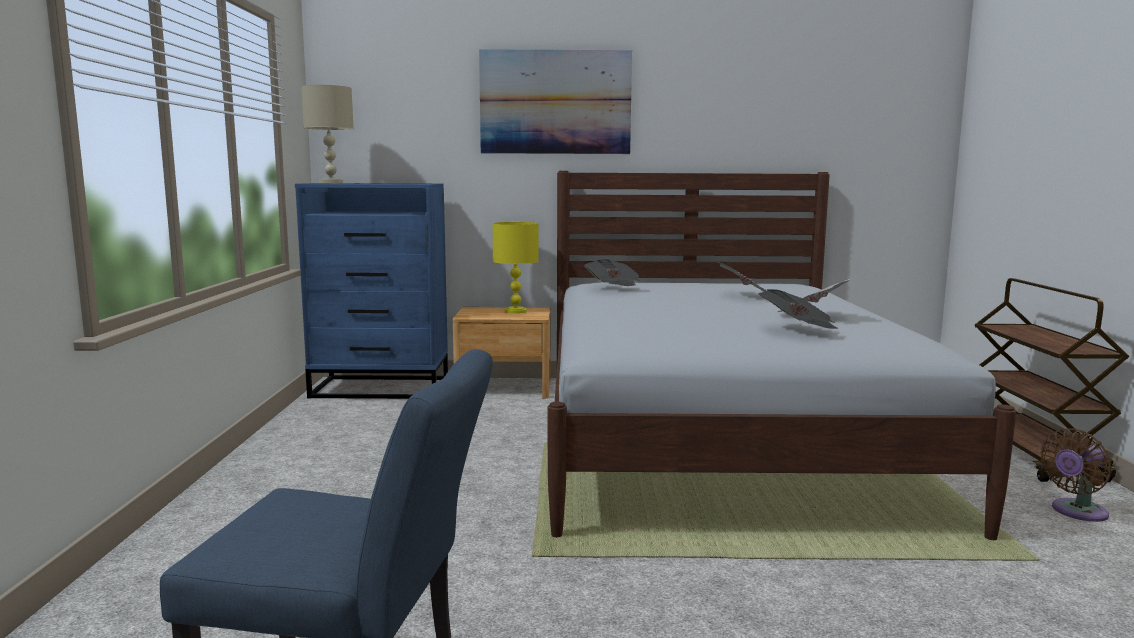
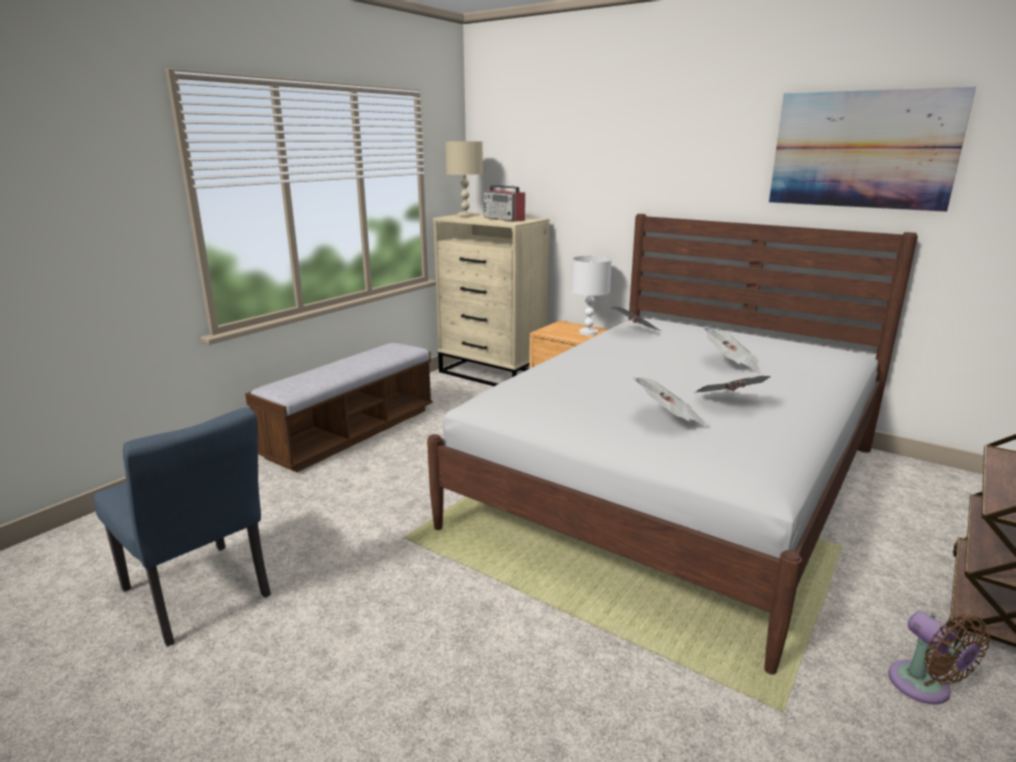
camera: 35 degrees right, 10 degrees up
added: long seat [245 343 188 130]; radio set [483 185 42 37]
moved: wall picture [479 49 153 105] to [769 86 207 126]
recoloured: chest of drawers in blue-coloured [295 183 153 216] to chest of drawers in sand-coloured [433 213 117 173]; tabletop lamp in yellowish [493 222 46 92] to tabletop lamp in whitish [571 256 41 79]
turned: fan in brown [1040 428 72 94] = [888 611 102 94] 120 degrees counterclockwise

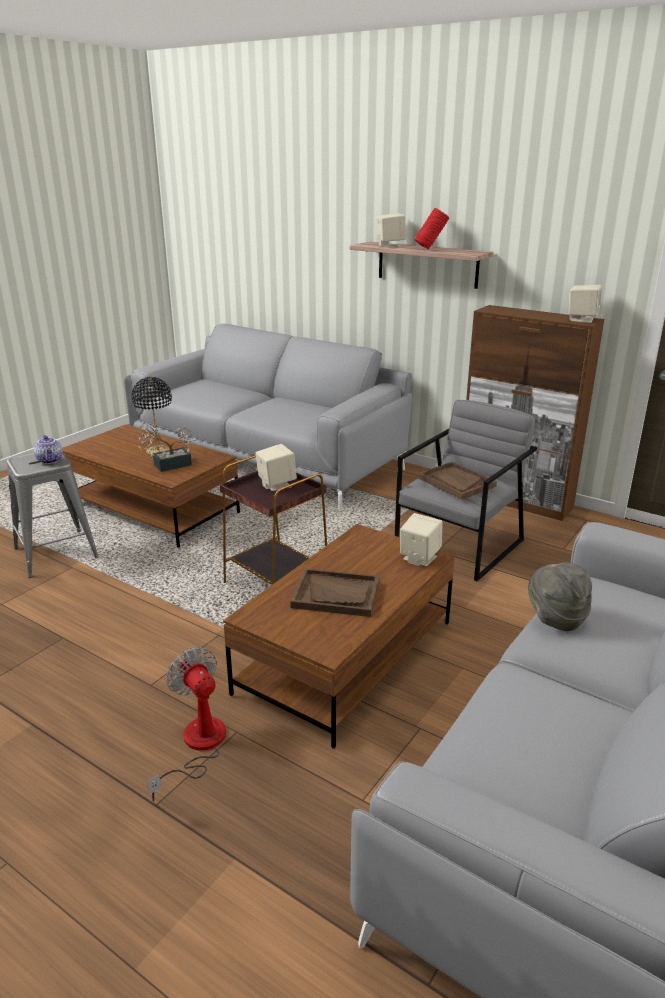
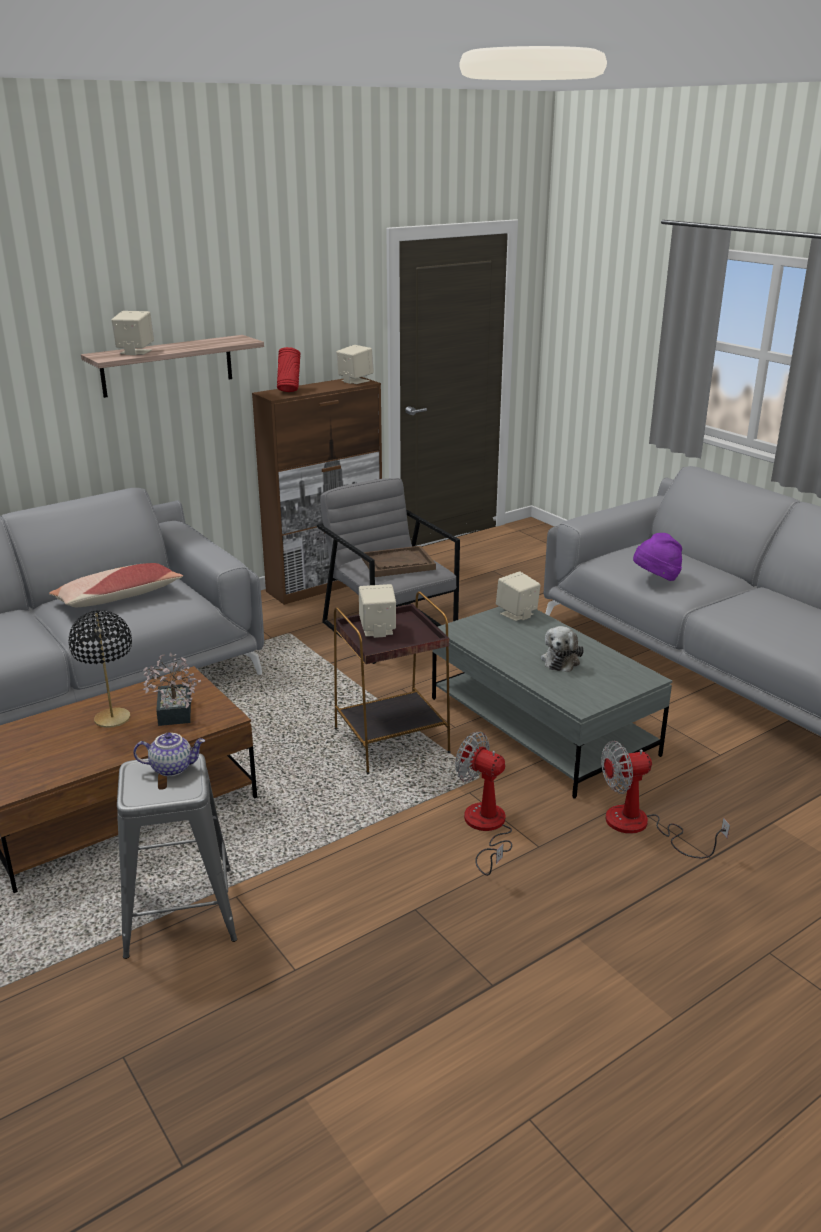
camera: 70 degrees left, 0 degrees up
added: pillow [49 563 134 44]; fan [455 731 57 145]
moved: decorative vase in red-coloured [415 208 34 41] to [277 347 23 45]
replaced: serving tray in brown [290 568 90 49] to soft toy [541 626 43 46]
recoloured: low table in brown [223 524 232 225] to low table in gray [432 607 240 192]; hat in gray [528 562 64 69] to hat in purplish [633 533 49 48]

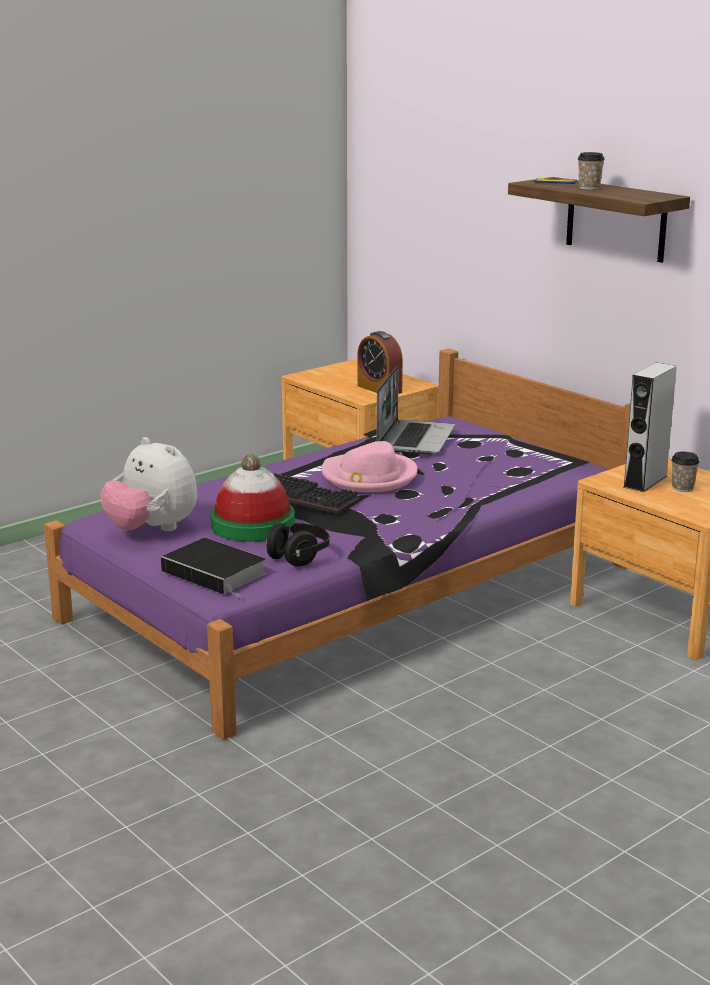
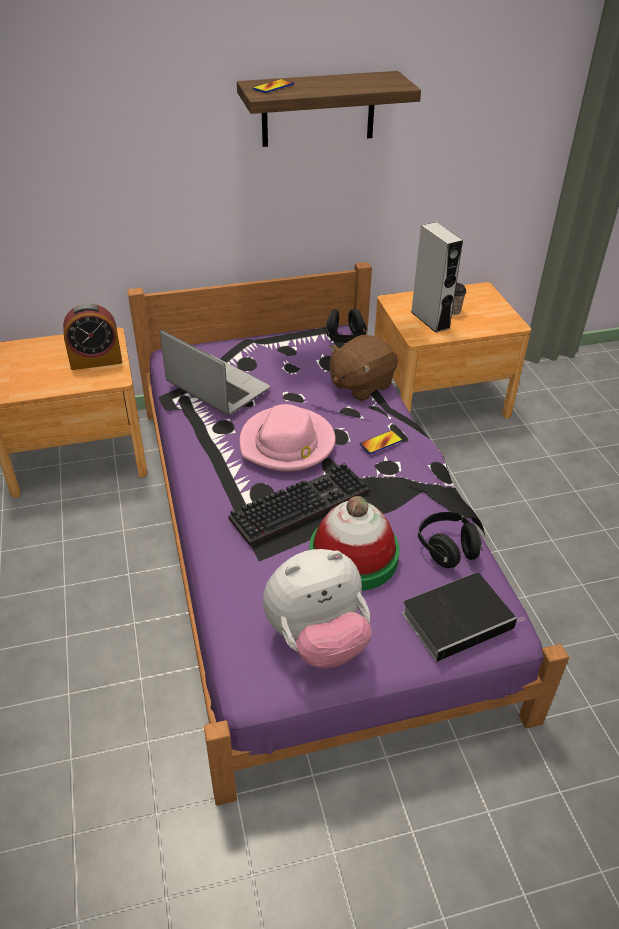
camera: 65 degrees left, 20 degrees up
removed: small cup [578 152 27 38]
added: headset in black-coloured [326 309 41 34]; soft toy in brown [329 335 69 66]; phone [360 430 42 24]

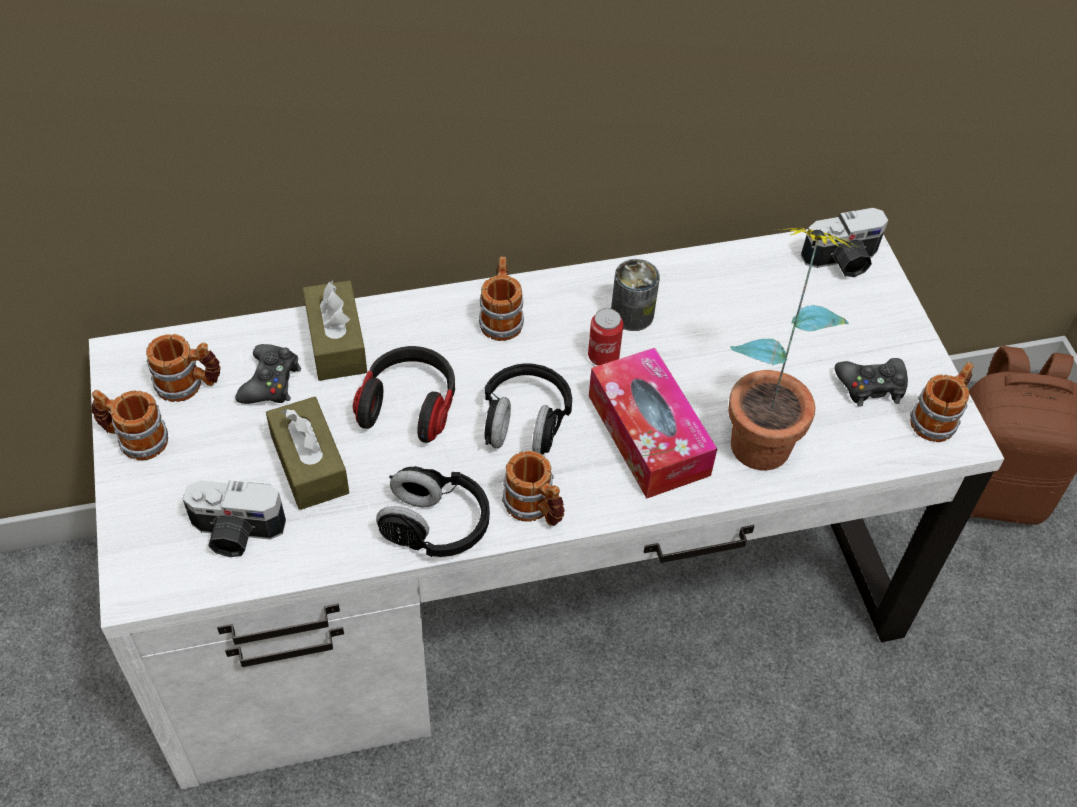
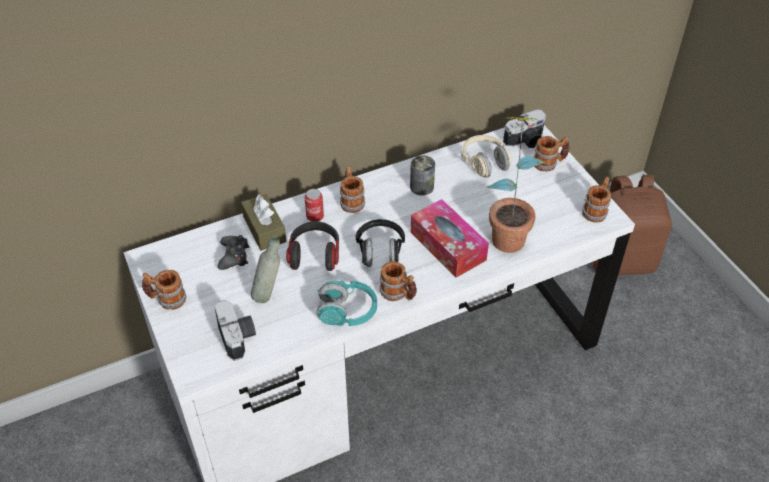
camera: 10 degrees left, 5 degrees down
removed: gamepad in black-coloured [835 358 73 48]
added: headset in sand-coloured [461 135 51 43]
moved: sealed can [588 308 35 58] to [305 189 19 33]; coffee mug [146 334 75 68] to [534 136 35 36]
replaced: tissue holder in brown [266 397 83 113] to bottle in gray [251 236 29 67]
recoloured: headset in black-coloured [376 466 114 91] to headset in blue-green [316 281 61 45]
turned: still camera [183 480 103 77] = [215 300 41 61] 105 degrees counterclockwise

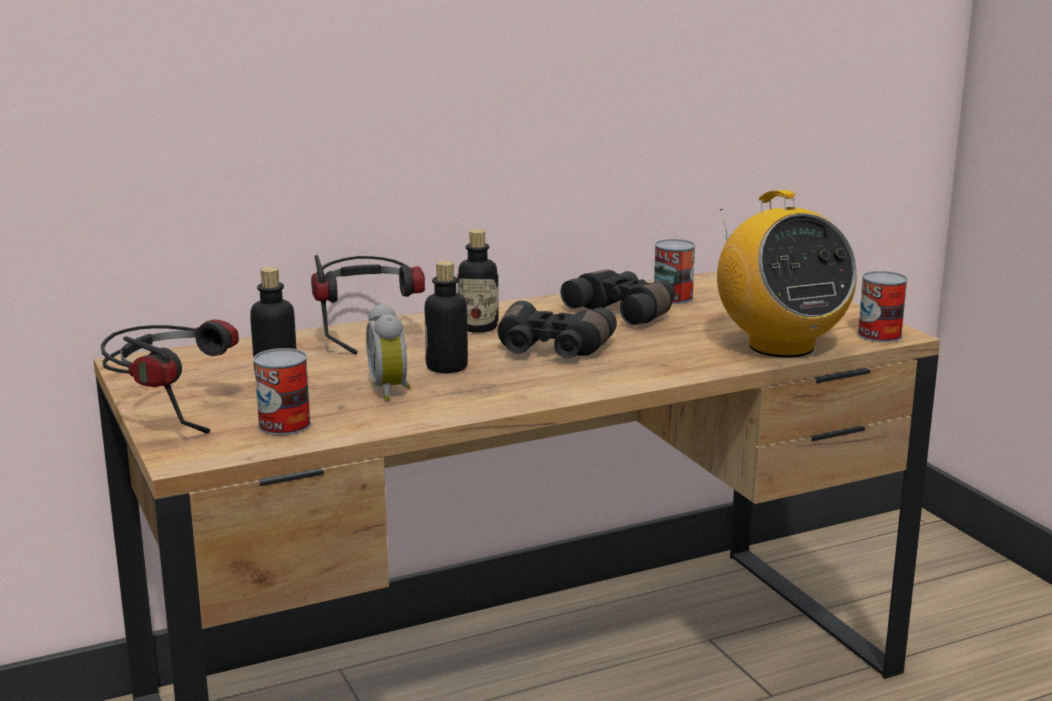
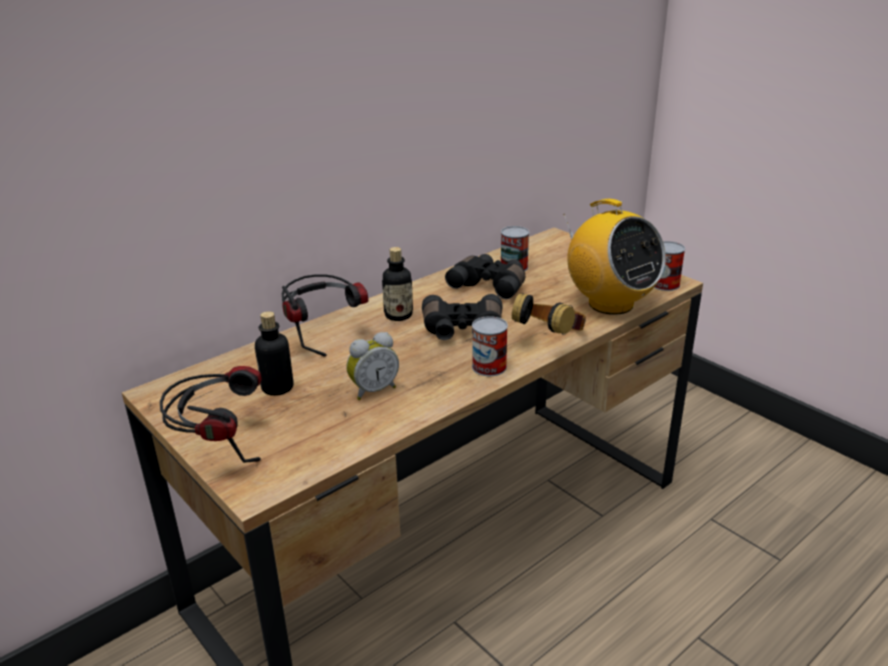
camera: 15 degrees left, 10 degrees up
removed: bottle [424 261 44 112]
added: headset [512 293 74 42]
moved: sealed can [253 348 58 87] to [472 316 36 60]
turned: alarm clock [366 303 45 98] = [347 332 52 68] 90 degrees counterclockwise

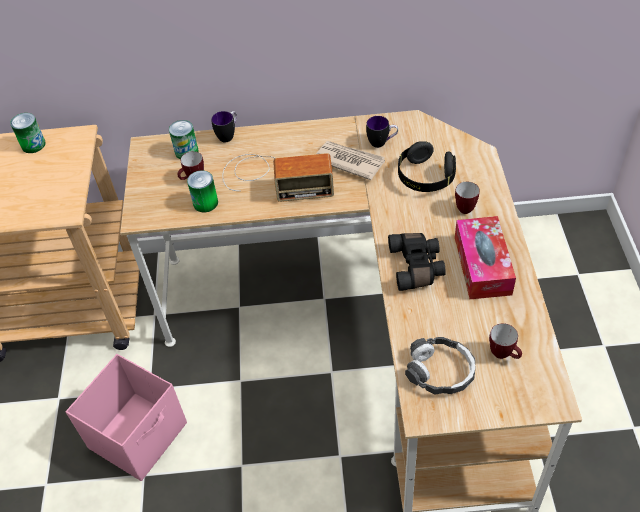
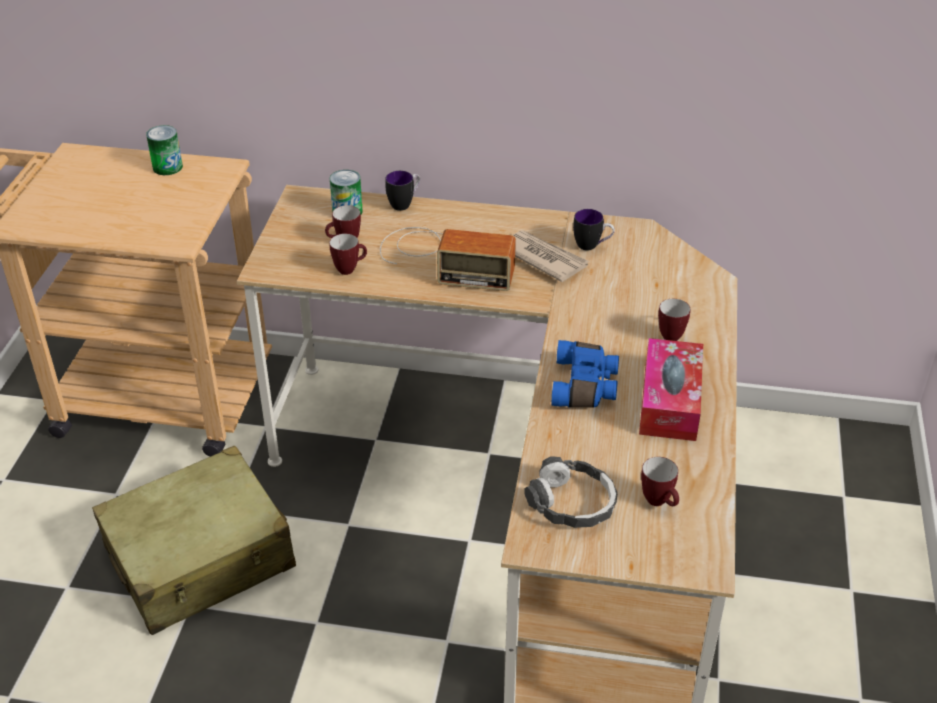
camera: 10 degrees right, 10 degrees down
removed: headset in black-coloured [398 141 58 51]
replaced: storage bin in pinkish [66 354 121 127] to travel case in sand-coloured [92 446 204 189]; sealed can [187 171 31 41] to coffee mug [329 234 38 41]
recoloured: field glasses in black-coloured [388 233 58 58] to field glasses in blue-coloured [551 340 68 67]

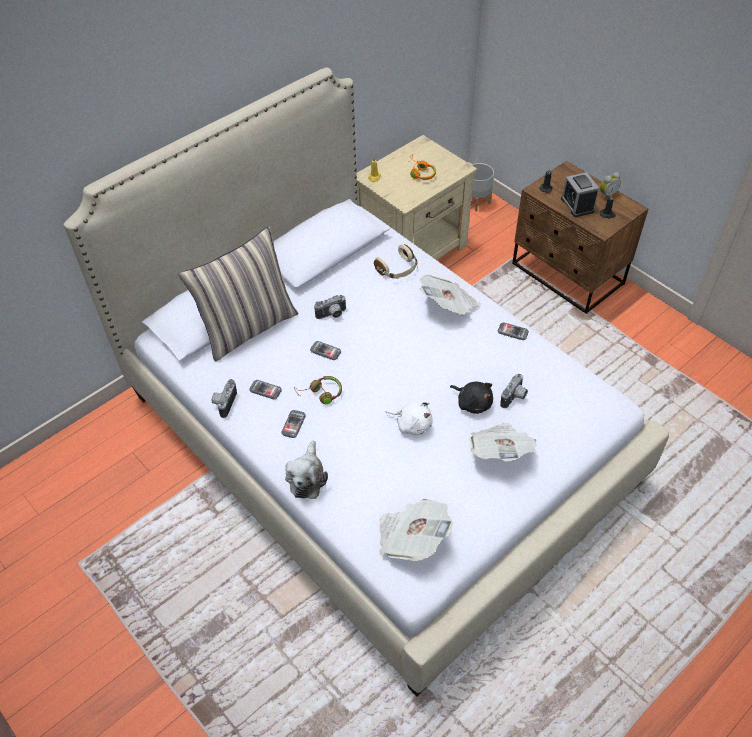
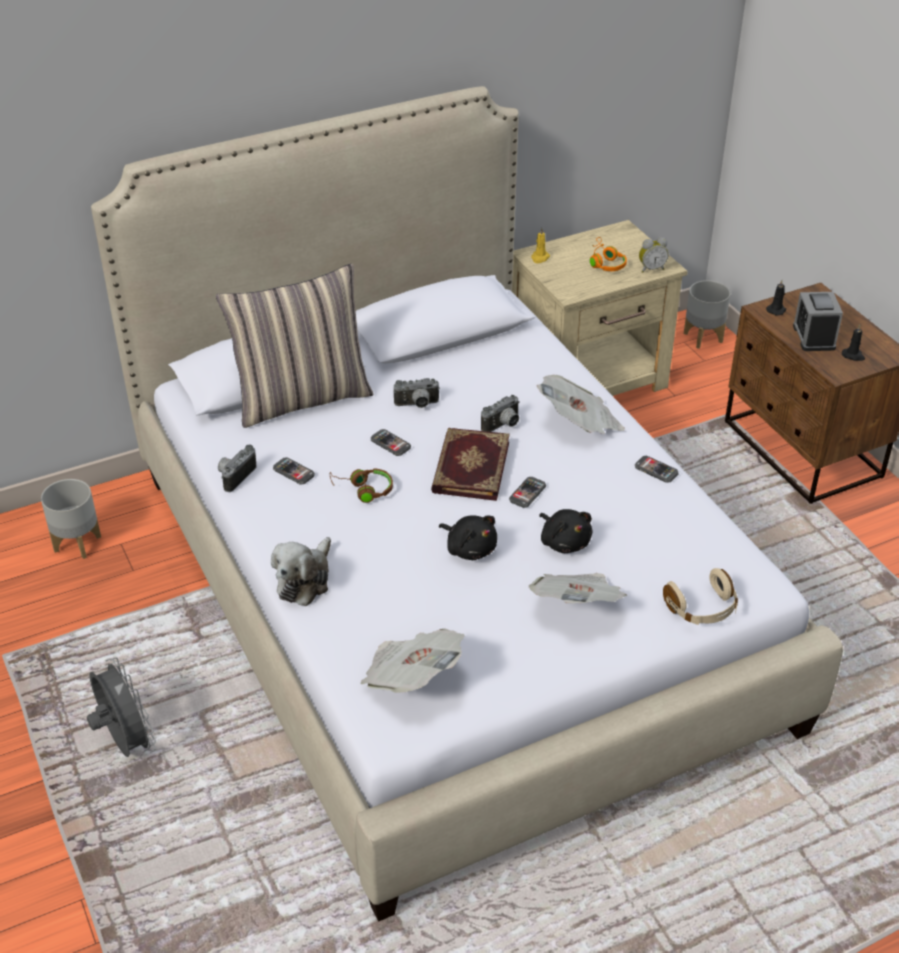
camera: 15 degrees right, 10 degrees down
added: plant pot in gray [41 479 60 80]; fan in gray [87 657 69 100]; bound book [431 428 79 73]
moved: still camera [500 374 28 34] to [481 395 39 37]; phone [281 410 25 28] to [509 477 37 31]; alarm clock [600 172 21 27] to [639 237 29 36]; headset in sand-coloured [374 244 44 35] to [663 568 75 57]
recoloured: soft toy in whitish [385 402 48 33] to soft toy in black-coloured [439 515 58 45]

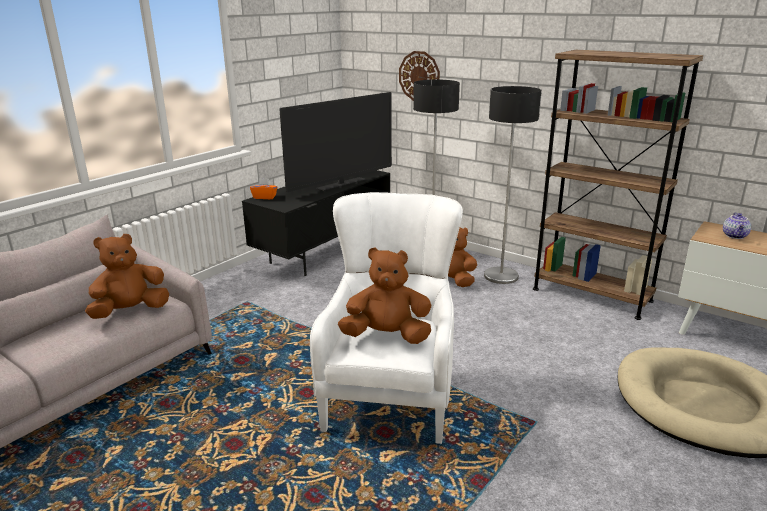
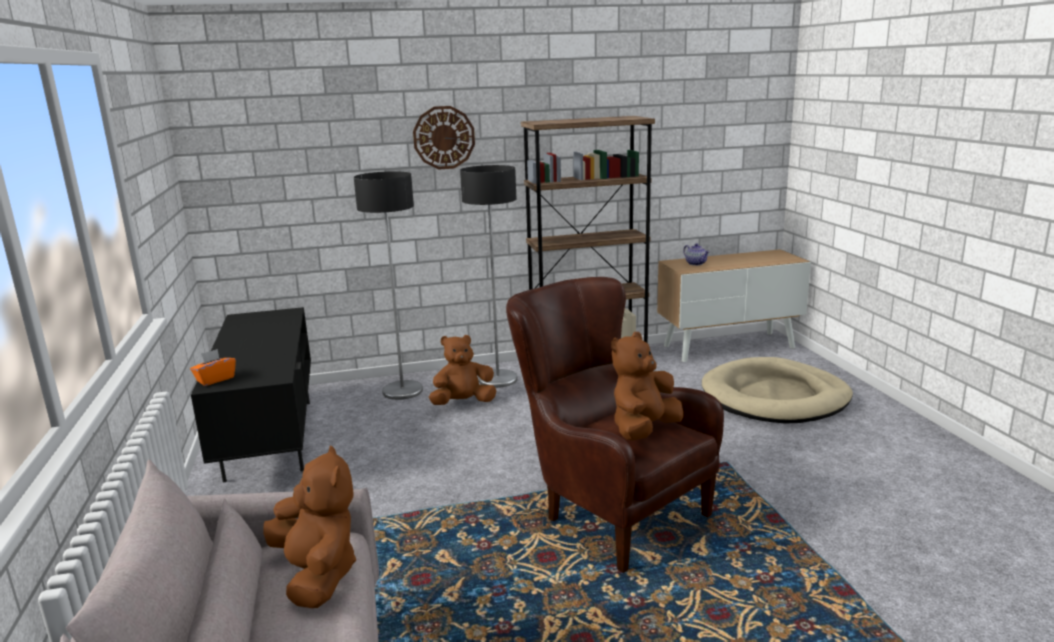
camera: 50 degrees left, 5 degrees down
removed: TV [279 92 113 100]
moved: wall clock [399 51 41 49] to [413 106 62 64]
recoloured: armchair in whitish [310 192 153 252] to armchair in brown [506 277 218 296]
turned: soft toy in brown [85 234 84 85] = [263 445 93 163] 150 degrees clockwise

